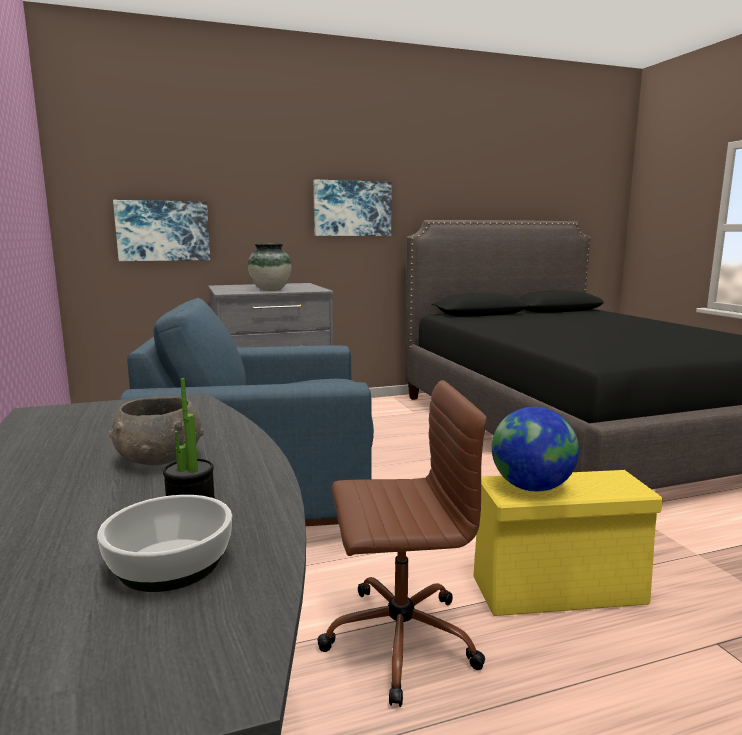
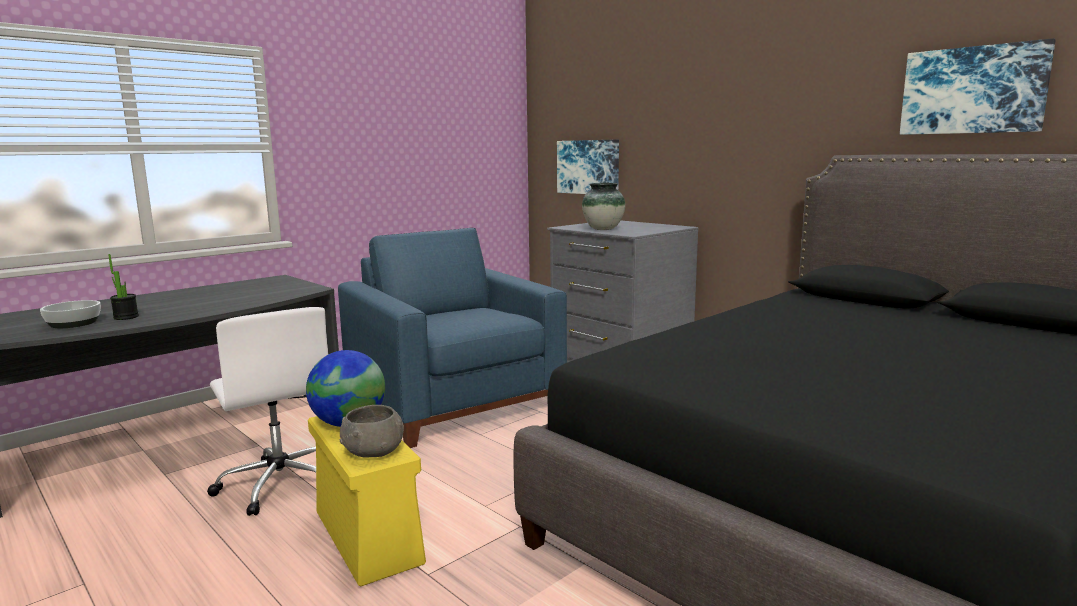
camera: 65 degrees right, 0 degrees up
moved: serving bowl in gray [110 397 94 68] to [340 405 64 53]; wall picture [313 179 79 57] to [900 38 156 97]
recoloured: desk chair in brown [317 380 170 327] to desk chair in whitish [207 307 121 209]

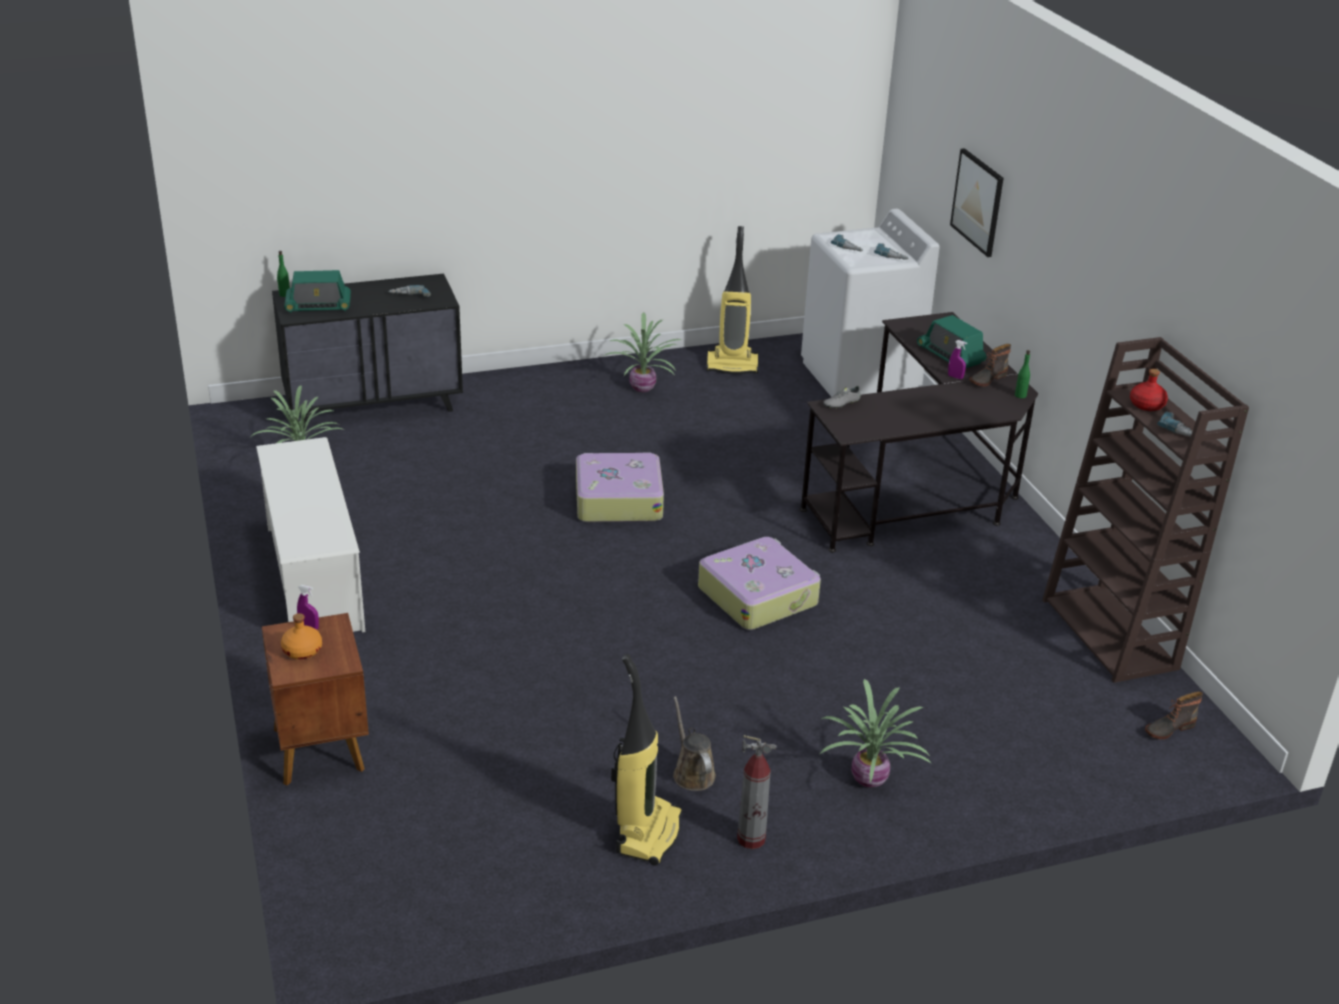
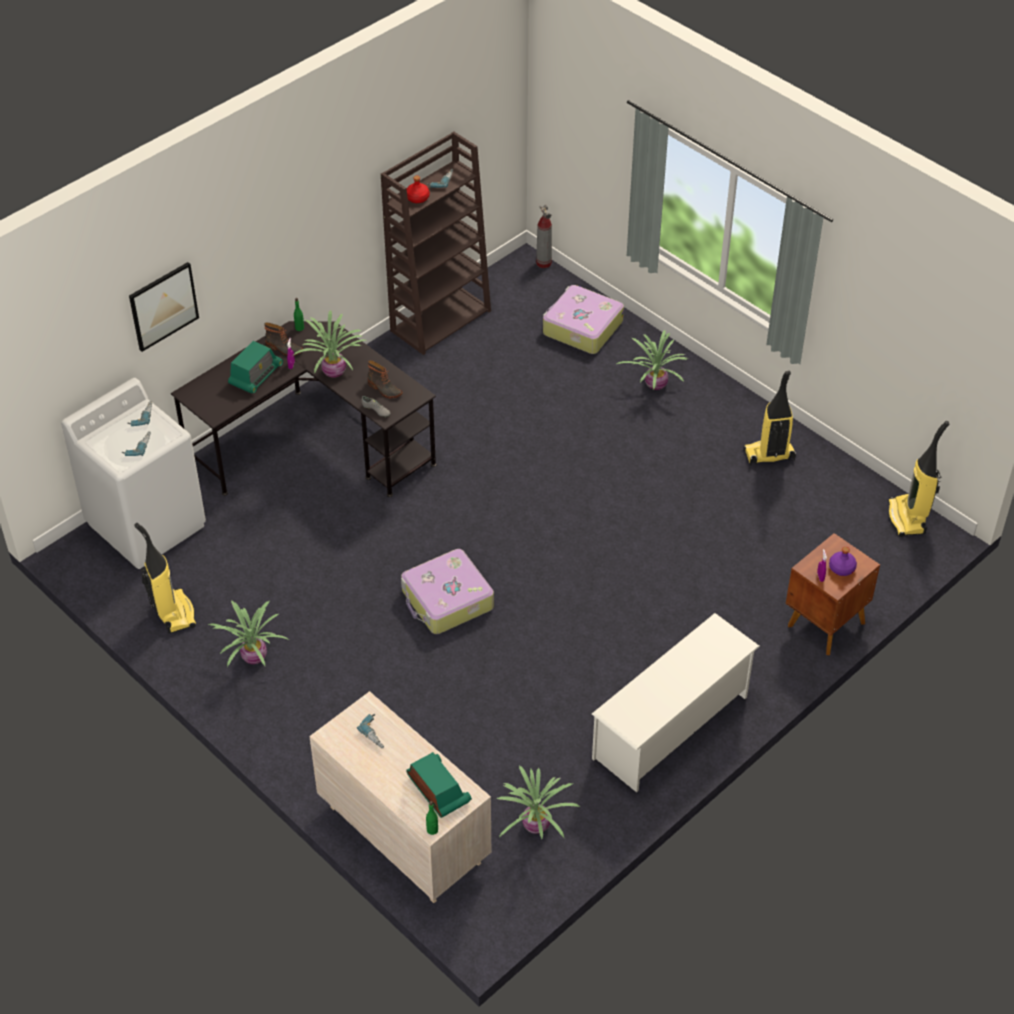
camera: 115 degrees left, 15 degrees up
removed: watering can in brown [673 696 43 95]
added: houseplant [293 310 75 68]; hoover [888 421 61 116]
moved: tall boot [1145 691 58 48] to [368 360 35 38]; fire-fighting cylinder [737 735 39 114] to [536 205 16 63]; travel case [698 537 123 93] to [543 285 81 69]
recoloured: chest of drawers in black-coloured [272 274 191 156] to chest of drawers in sand-coloured [309 691 183 212]; bottle in orangey [281 613 41 46] to bottle in purplish [829 547 28 29]

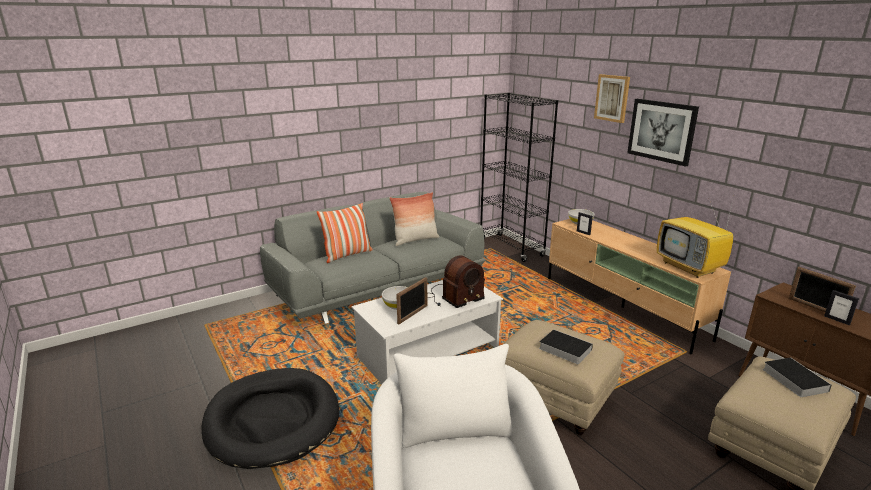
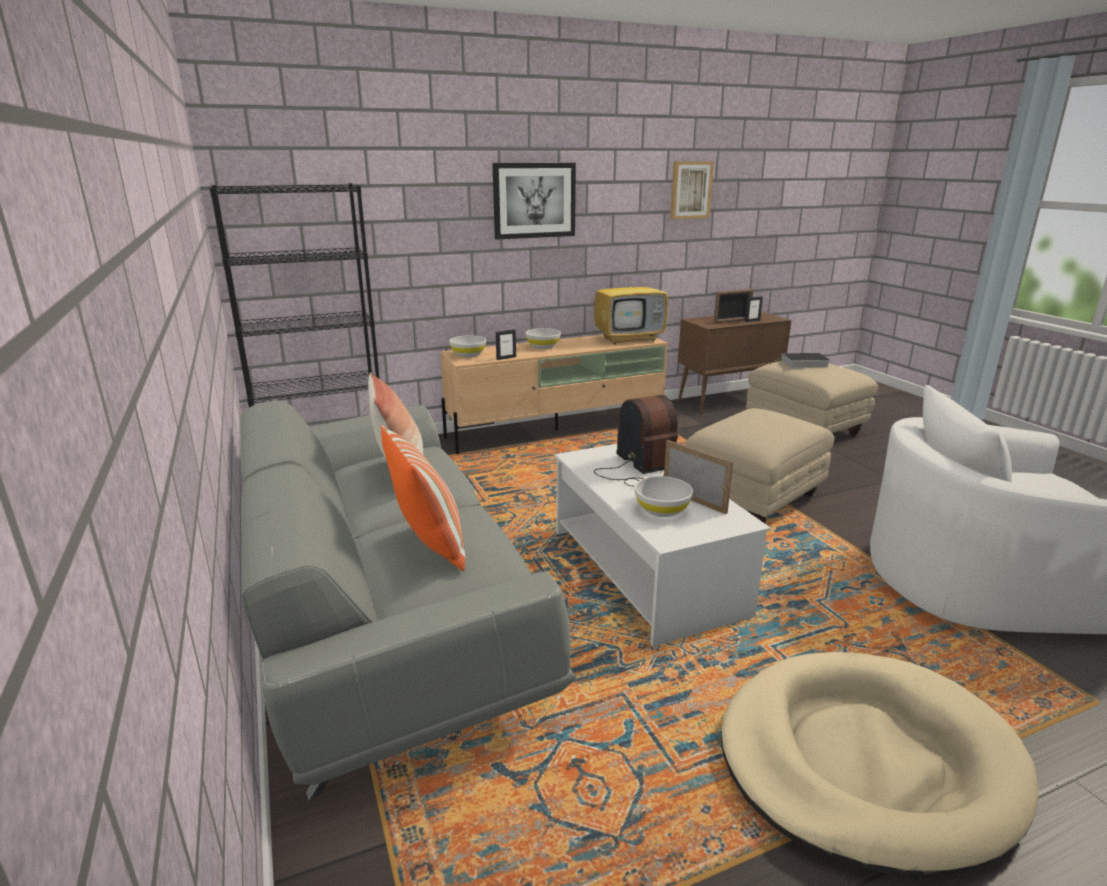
camera: 80 degrees left, 0 degrees up
removed: bound book [539 329 54 35]
added: serving bowl in whitish [526 328 35 21]
moved: wall picture [594 74 36 49] to [670 161 44 58]
recoloured: pet bed in black-coloured [201 368 138 101] to pet bed in sand-coloured [721 652 317 226]

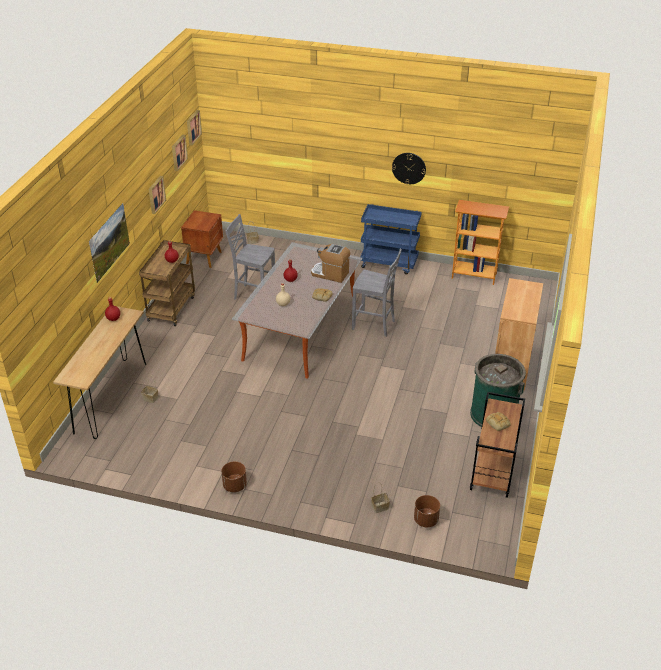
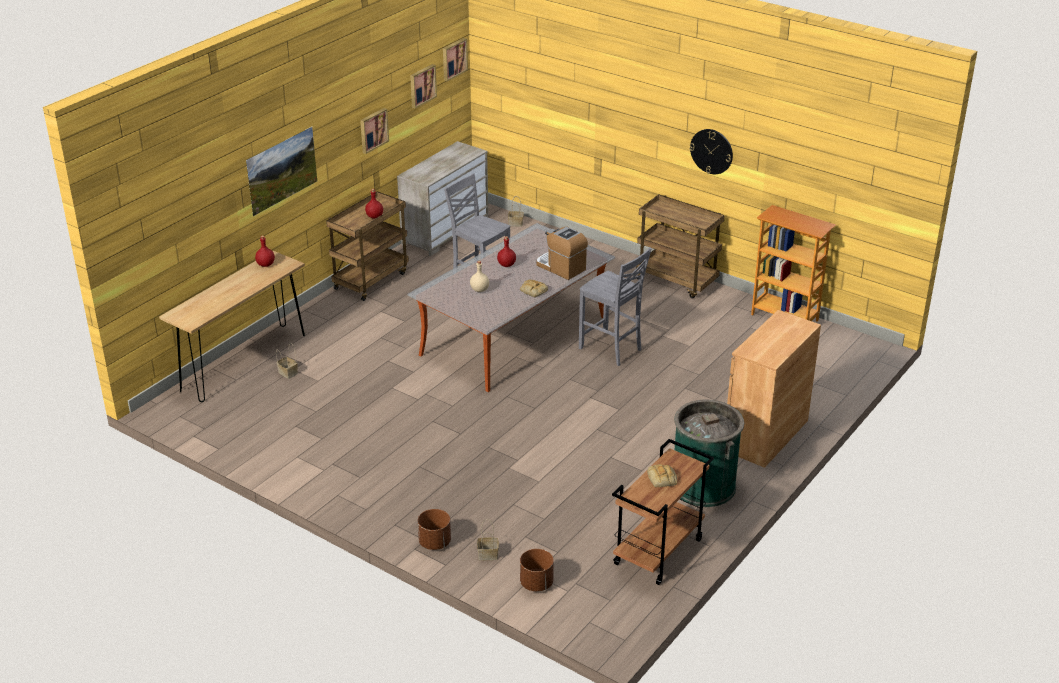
camera: 20 degrees right, 5 degrees down
moved: plant pot in brown [221 461 26 31] to [418 509 33 41]
replaced: night table in brown [181 210 42 58] to chest of drawers in sand-coloured [397 141 91 115]
recoloured: wheeled cart in blue-coloured [360 204 62 70] to wheeled cart in brown [636 194 89 105]

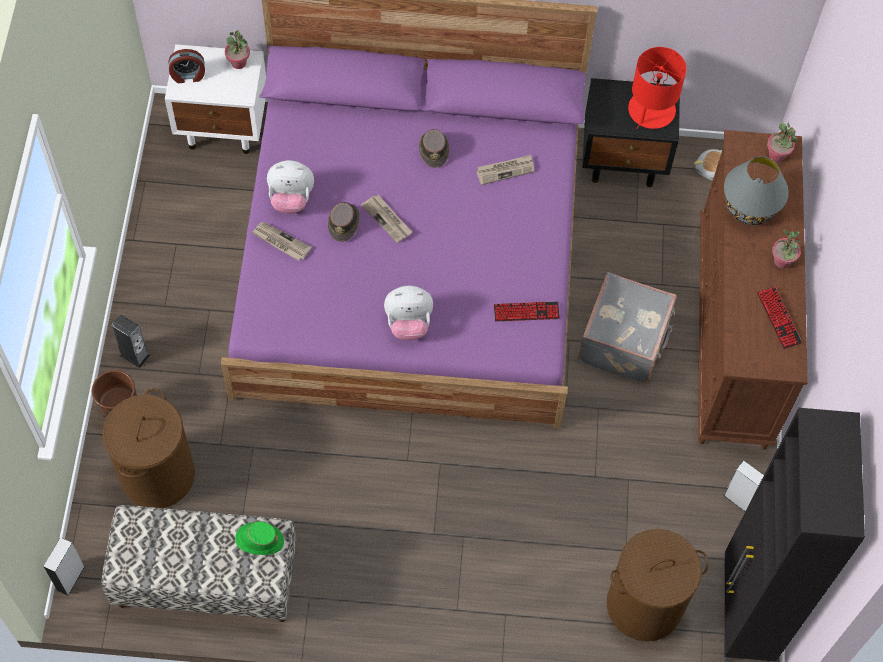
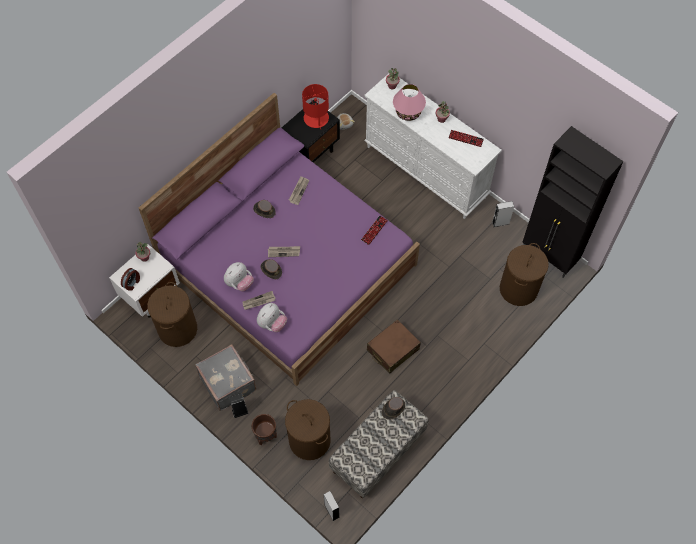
camera: 50 degrees left, 0 degrees up
added: hamper in brown [147 282 50 65]; travel case in brown [367 319 54 55]
moved: travel case in gray [578 272 99 111] to [195 344 61 67]; soft toy [384 286 49 54] to [257 303 30 29]
recoloured: chest of drawers in brown [698 130 110 320] to chest of drawers in whitish [364 74 138 145]; hat in greenish [235 521 49 34] to hat in brown [382 397 23 23]; tabletop lamp in gray [724 156 65 69] to tabletop lamp in pinkish [393 84 33 37]

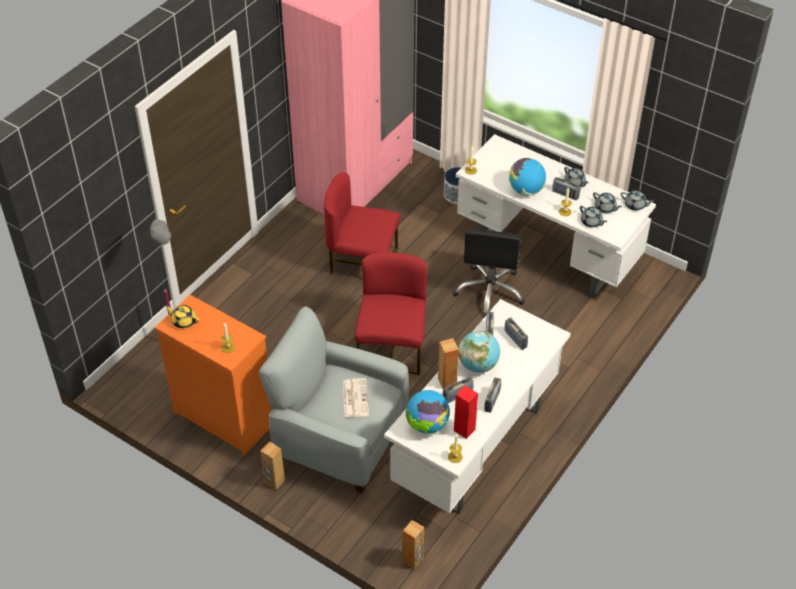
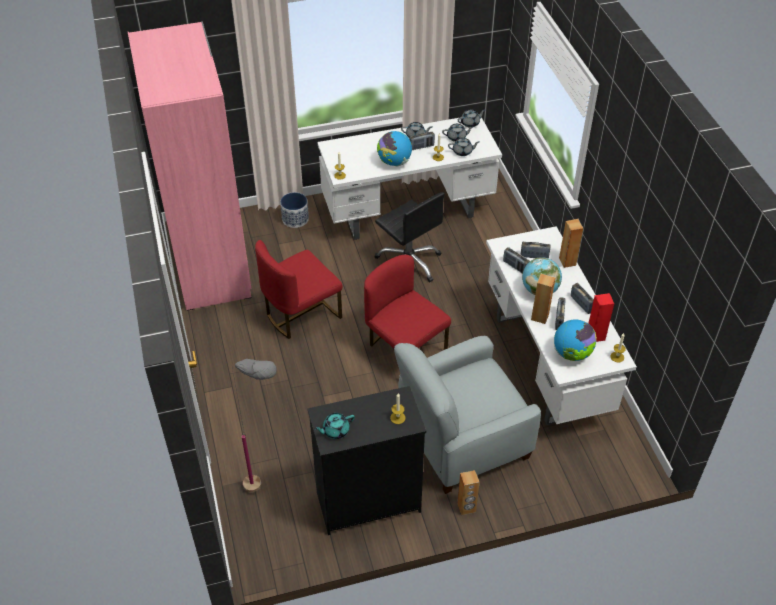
camera: 50 degrees left, 0 degrees up
removed: newspaper [343 378 26 39]
moved: speaker in brown [402 520 22 49] to [559 219 24 49]
recoloured: chest of drawers in orangey [155 295 116 161] to chest of drawers in black-coloured [307 386 119 149]; tea pot in yellowish [164 305 36 23] to tea pot in blue-green [314 413 41 26]

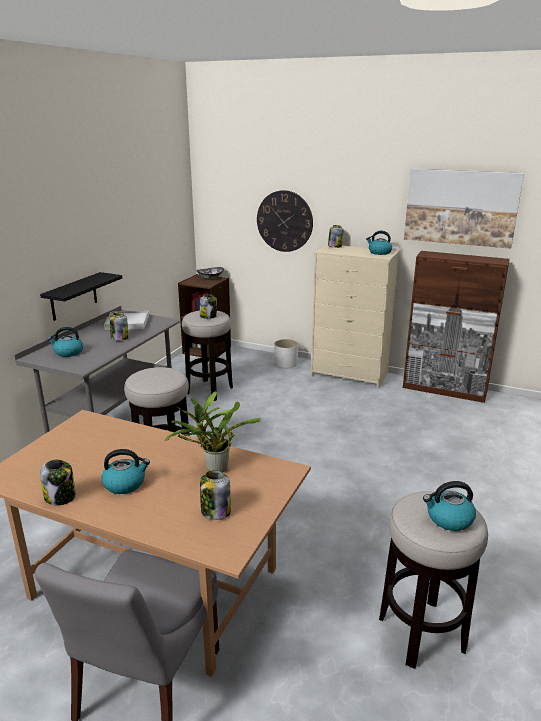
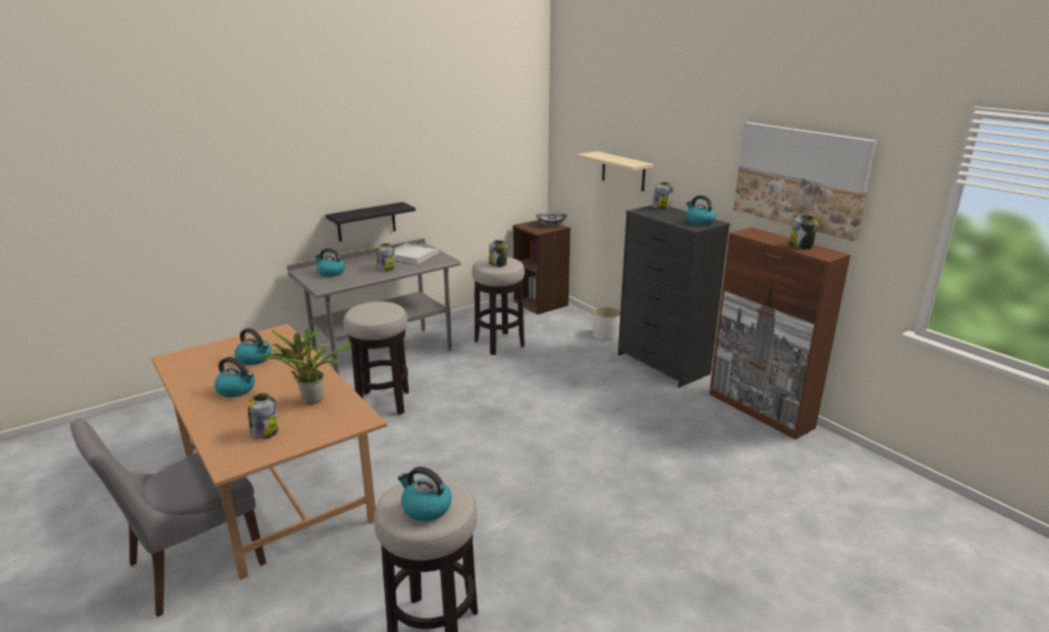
camera: 30 degrees right, 0 degrees up
added: tea kettle [235 328 37 37]
moved: storage jar [40 459 36 46] to [789 215 29 34]
replaced: wall clock [257 190 56 62] to wall shelf in sand-coloured [577 151 77 40]
recoloured: chest of drawers in sand-coloured [311 244 89 145] to chest of drawers in black-coloured [618 205 112 183]

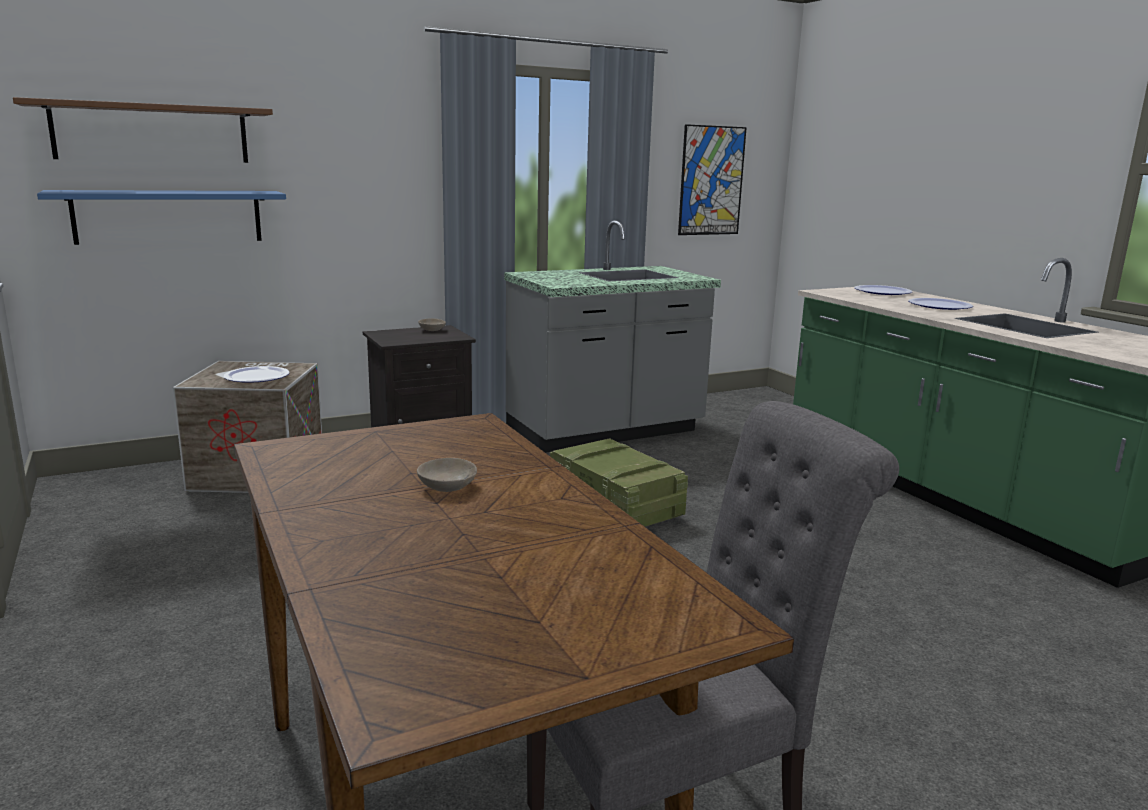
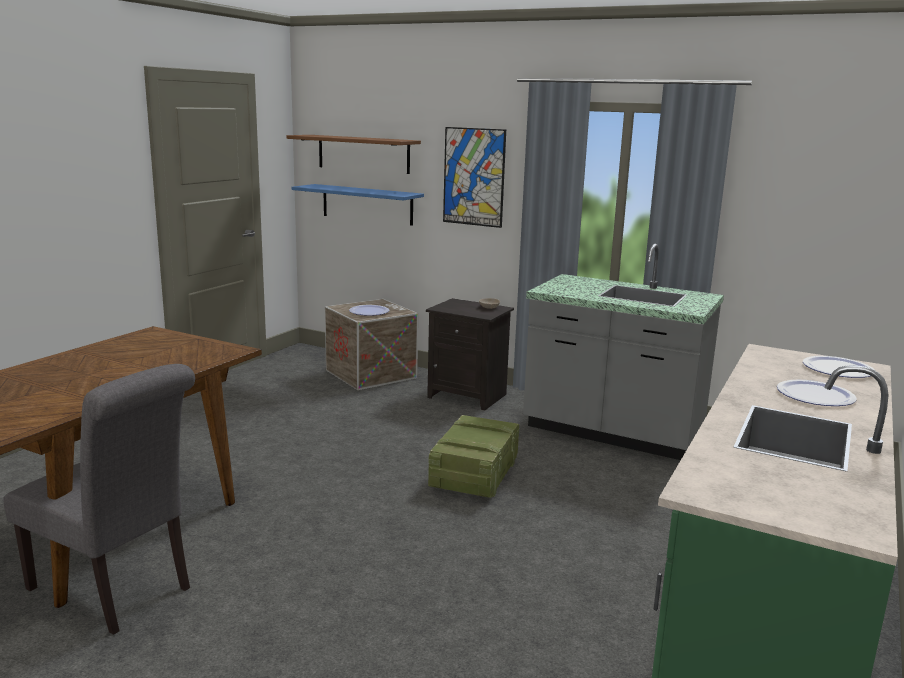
camera: 55 degrees right, 0 degrees up
removed: serving bowl in sand-coloured [417 458 60 34]
moved: wall picture [678 124 69 111] to [443 127 63 101]

